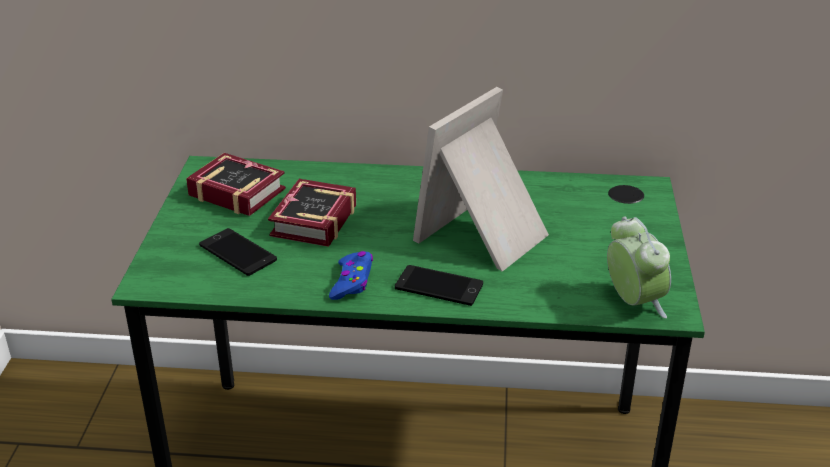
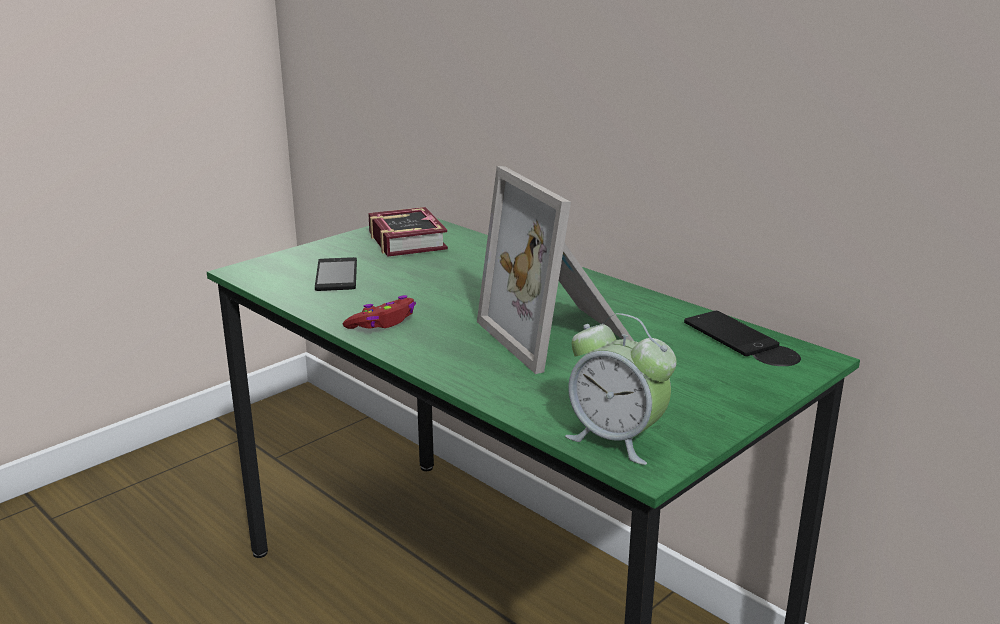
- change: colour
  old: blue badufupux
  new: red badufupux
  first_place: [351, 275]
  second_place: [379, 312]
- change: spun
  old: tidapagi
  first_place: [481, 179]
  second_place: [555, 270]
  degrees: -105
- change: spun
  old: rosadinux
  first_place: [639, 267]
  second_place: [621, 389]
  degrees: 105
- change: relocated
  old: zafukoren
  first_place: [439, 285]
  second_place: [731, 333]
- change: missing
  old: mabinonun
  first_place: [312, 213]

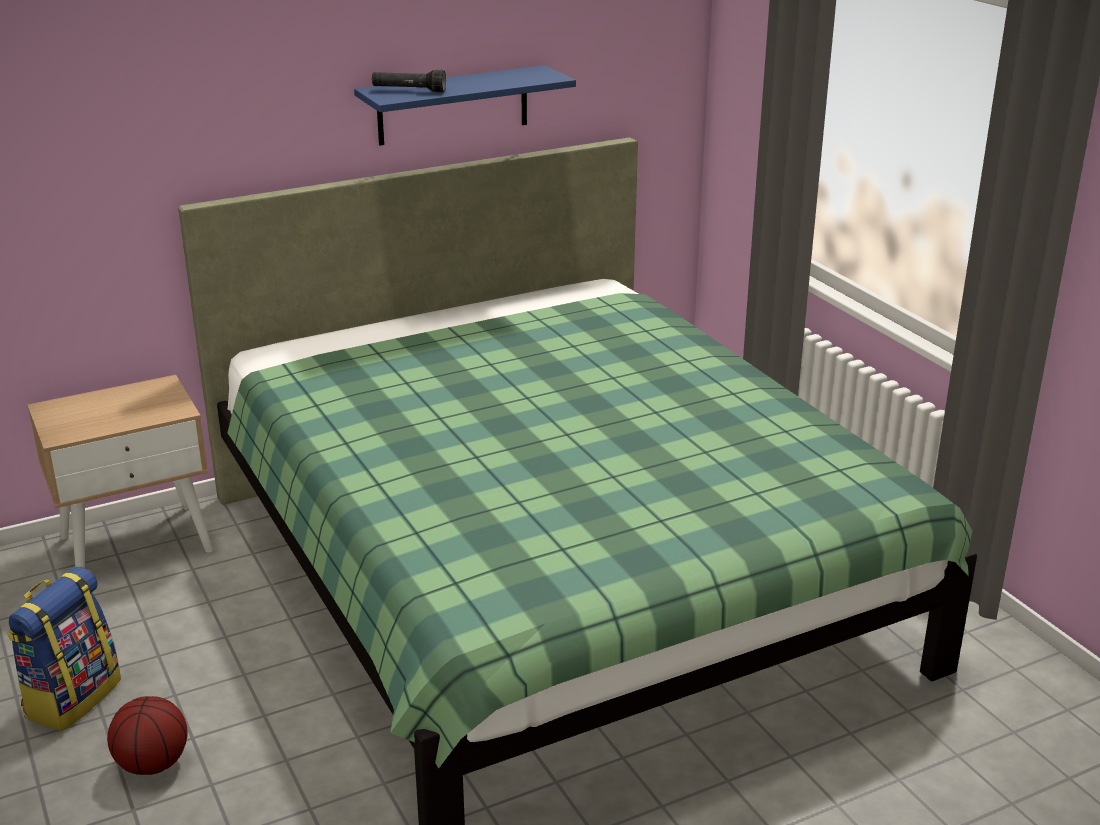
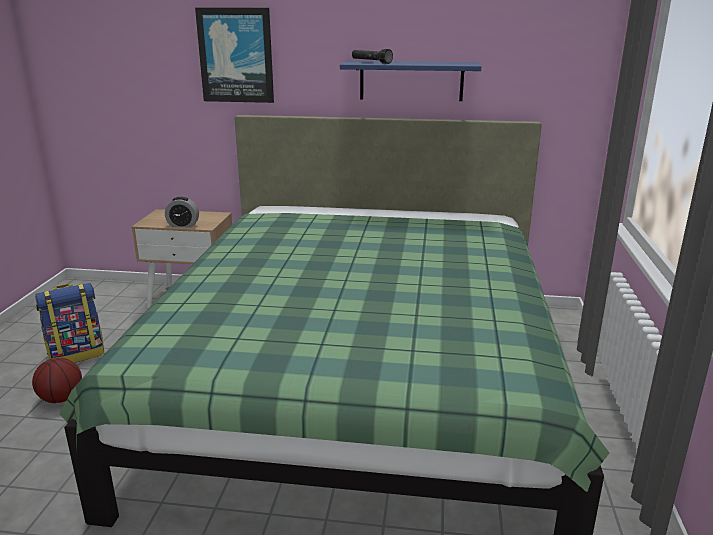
- change: appeared
  new: rosadinux
  second_place: [182, 212]
- change: appeared
  new: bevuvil
  second_place: [234, 55]

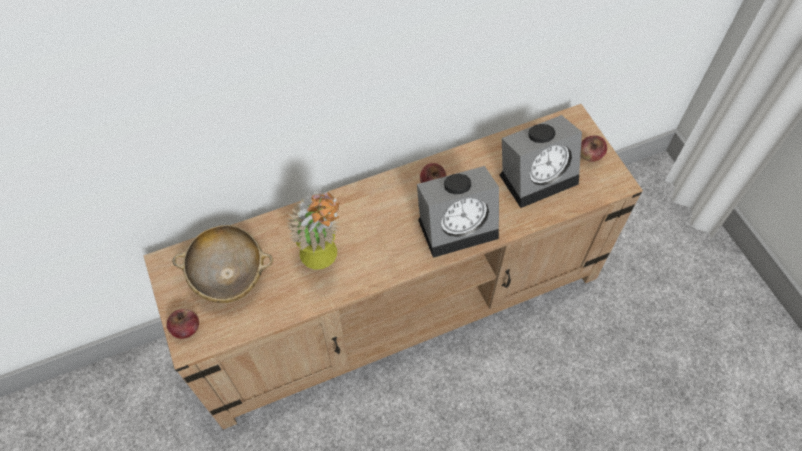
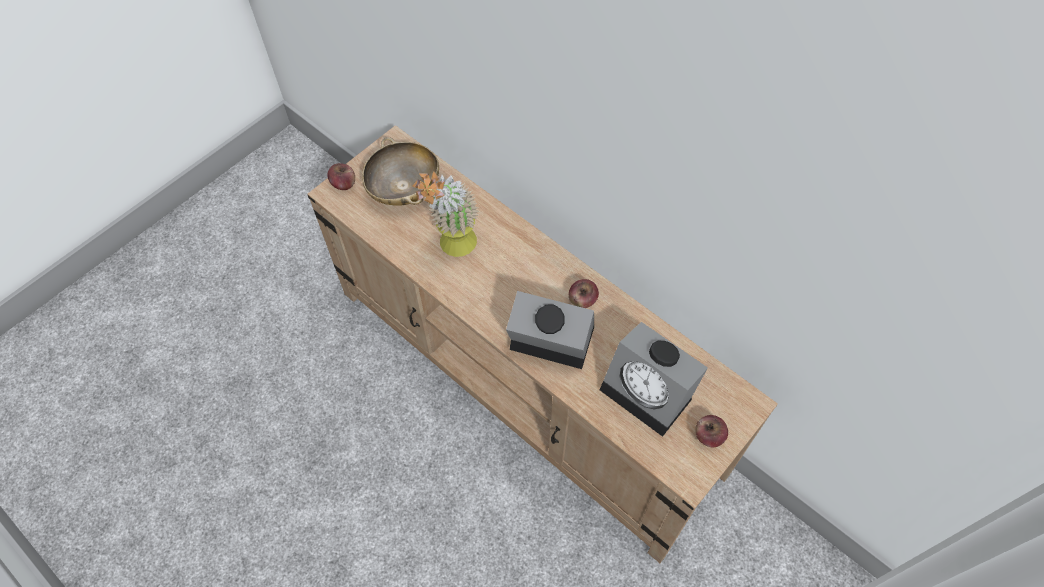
- change: spun
  old: rosadinux
  first_place: [458, 212]
  second_place: [550, 330]
  degrees: 150

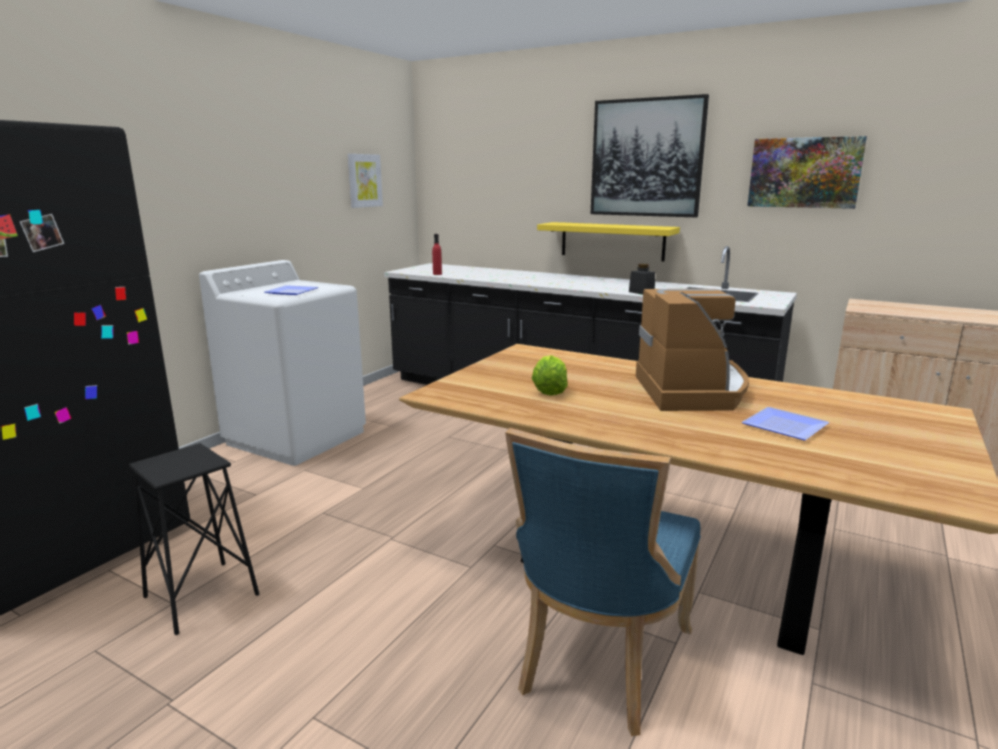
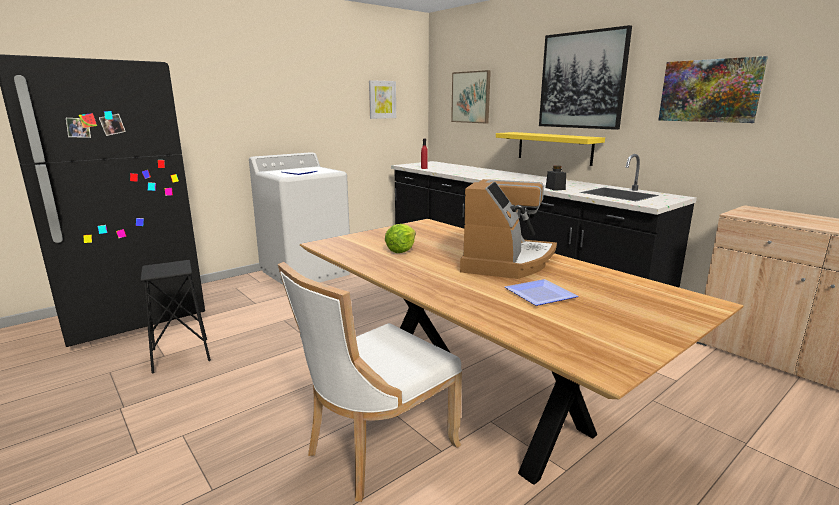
- change: colour
  old: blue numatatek
  new: white numatatek
  first_place: [603, 582]
  second_place: [370, 382]
- change: appeared
  new: bevuvil
  second_place: [471, 96]

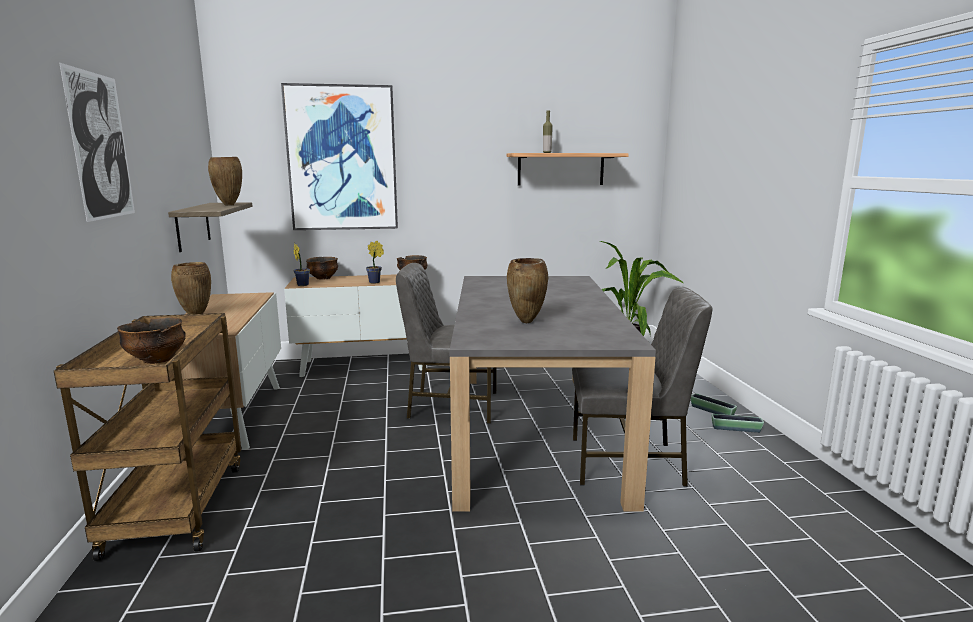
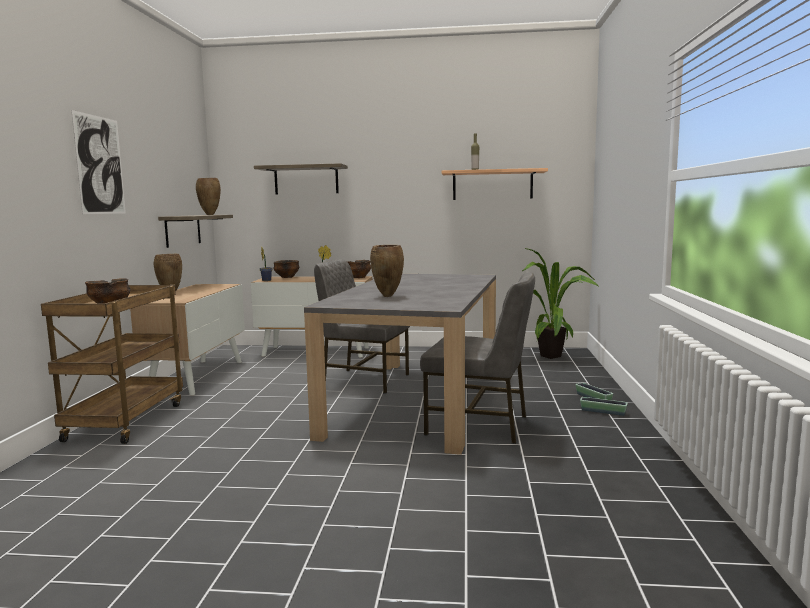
- change: exchanged
  old: bevuvil
  new: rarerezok
  first_place: [339, 156]
  second_place: [301, 178]

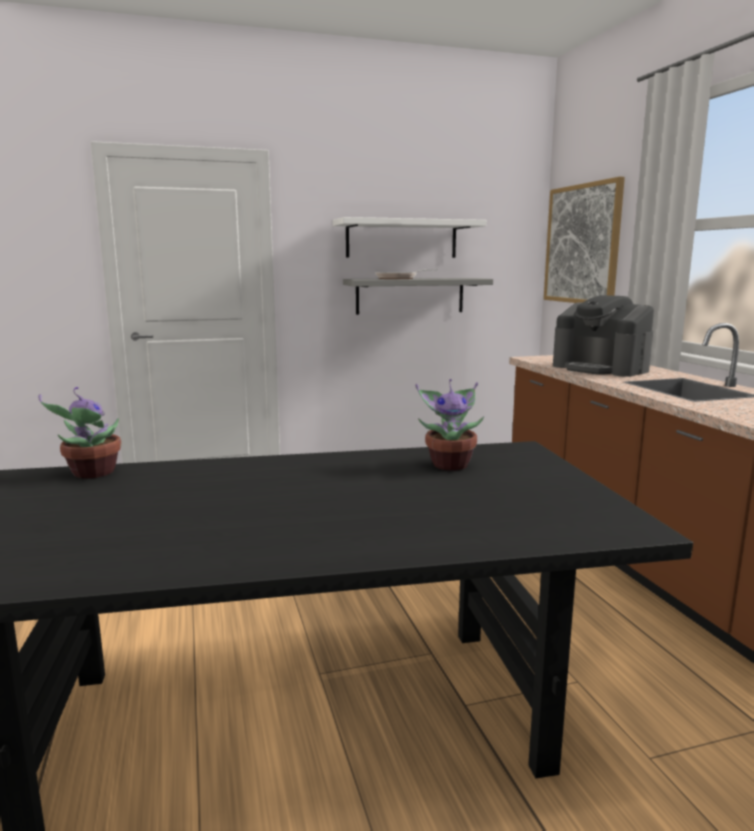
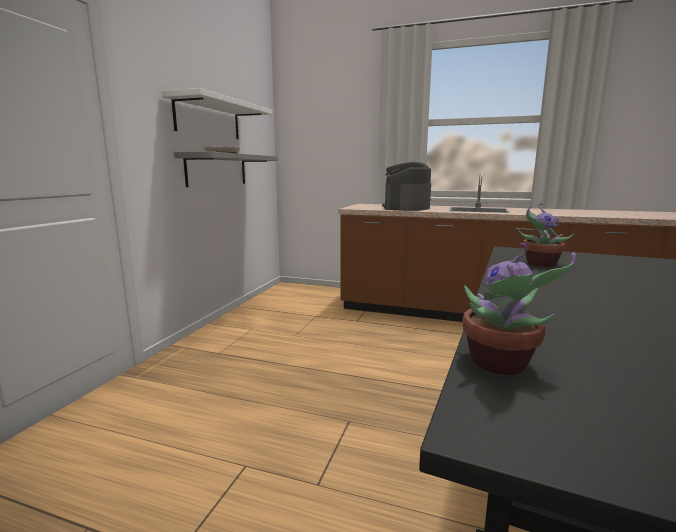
- change: spun
  old: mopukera
  first_place: [603, 336]
  second_place: [406, 186]
  degrees: 120
- change: missing
  old: bevuvil
  first_place: [584, 240]

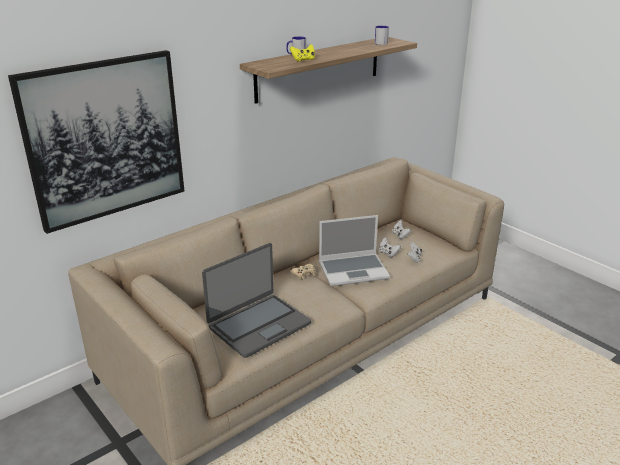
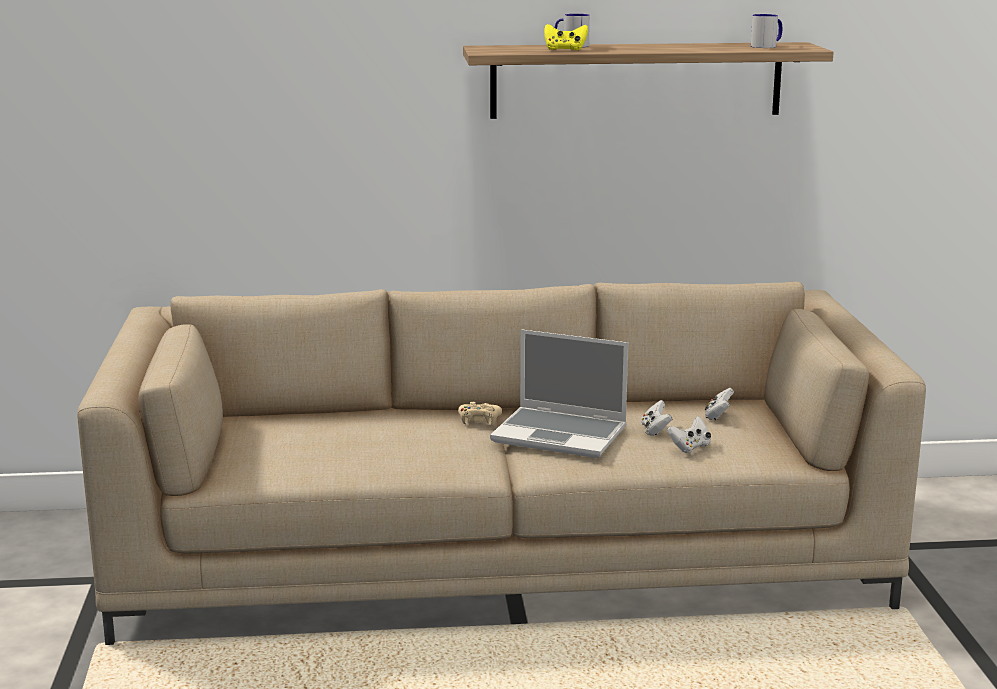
- change: missing
  old: bevuvil
  first_place: [96, 142]
- change: missing
  old: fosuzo
  first_place: [256, 300]

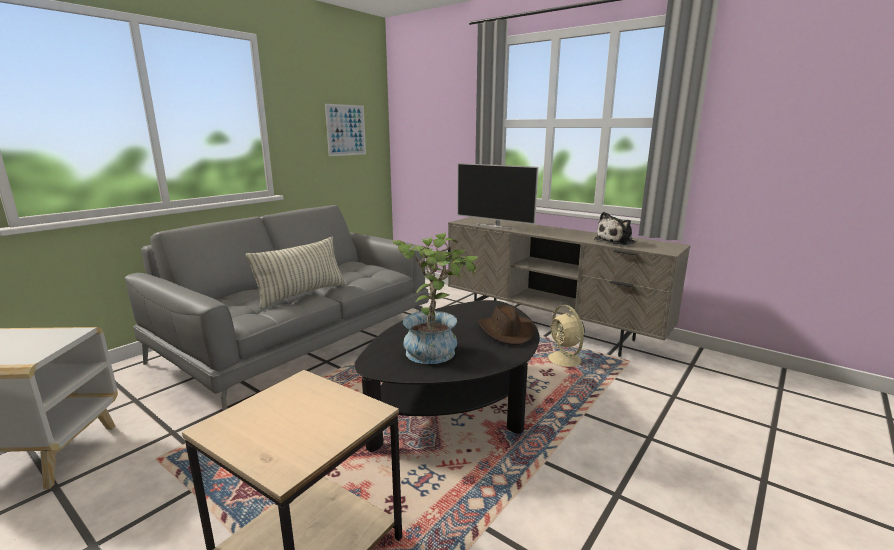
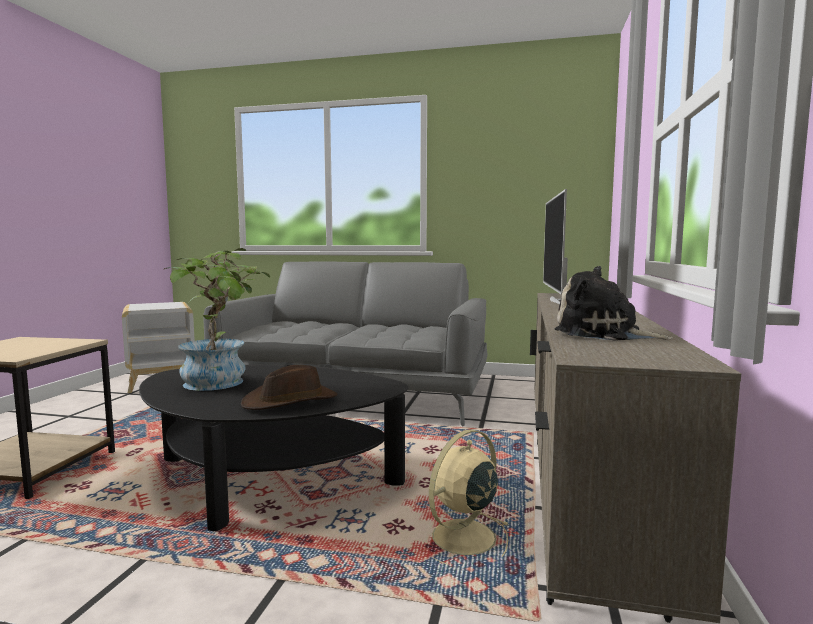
- change: missing
  old: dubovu
  first_place: [296, 273]
- change: missing
  old: bevuvil
  first_place: [345, 130]

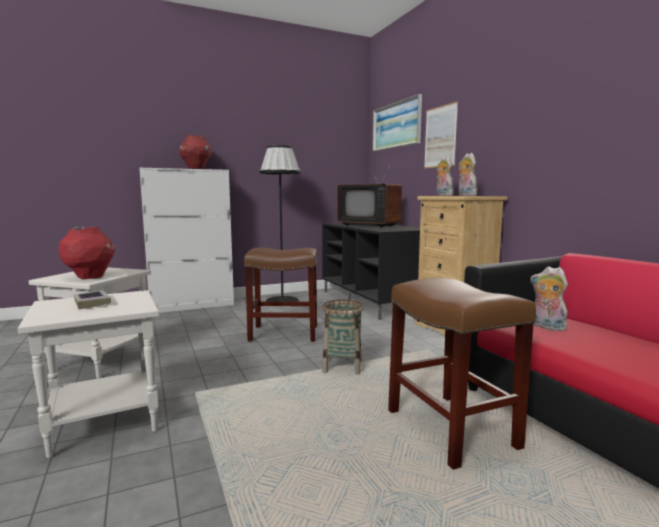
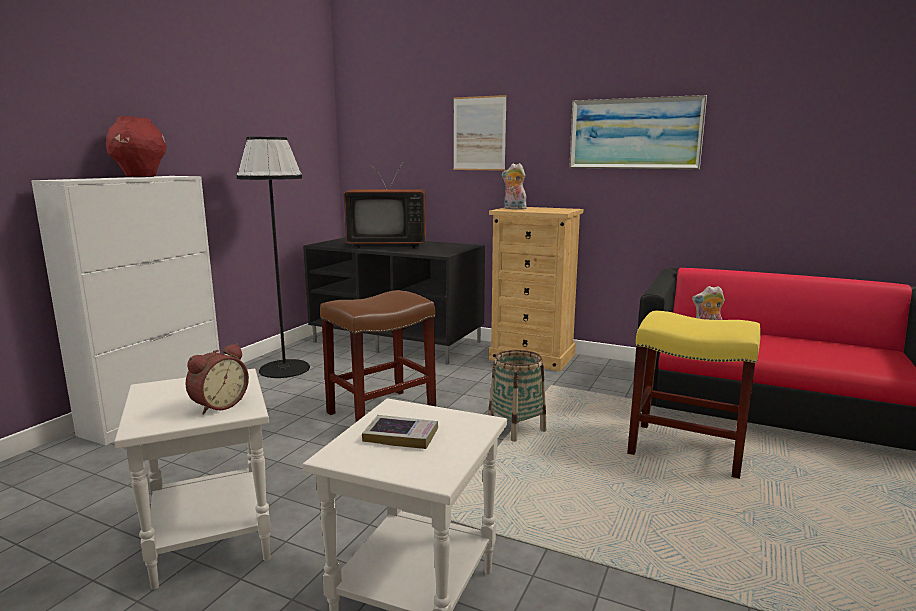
- change: exchanged
  old: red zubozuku
  new: rosadinux
  first_place: [87, 253]
  second_place: [217, 379]
- change: relocated
  old: bevuvil
  first_place: [397, 123]
  second_place: [638, 132]
- change: colour
  old: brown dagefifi
  new: yellow dagefifi
  first_place: [462, 374]
  second_place: [694, 395]
- change: missing
  old: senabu
  first_place: [468, 174]

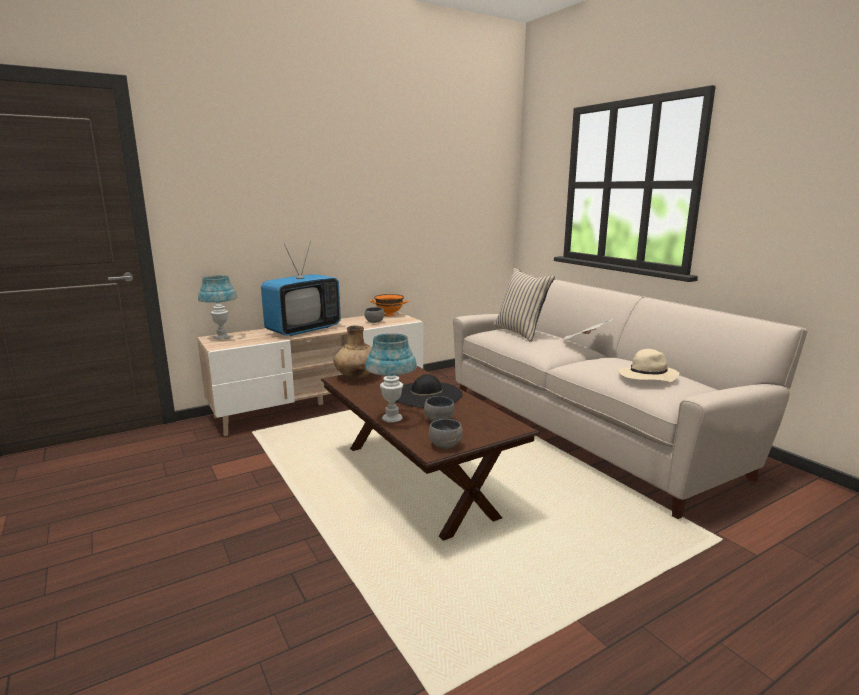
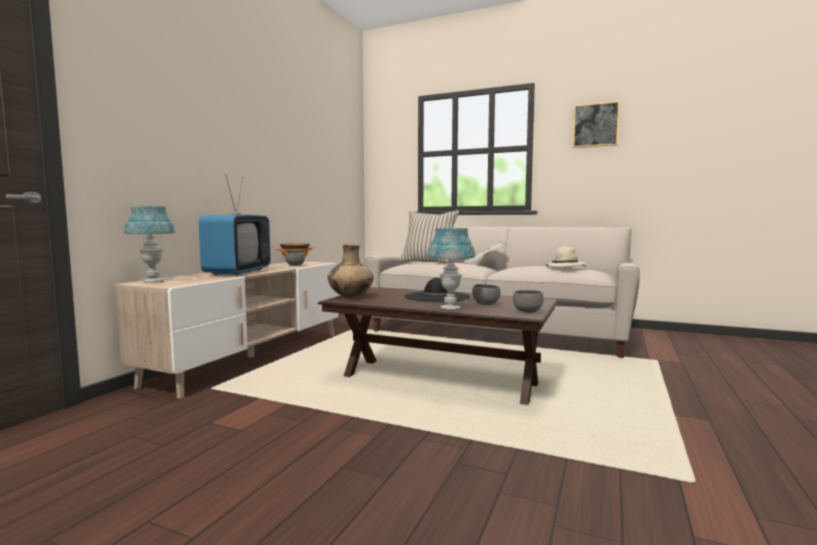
- change: appeared
  new: bevuvil
  second_place: [596, 124]

